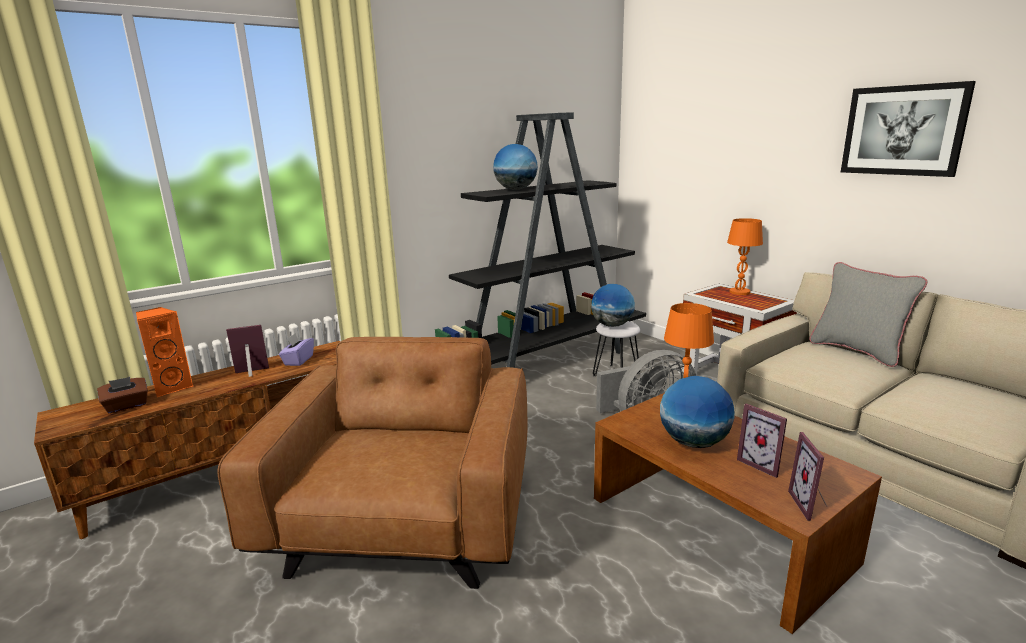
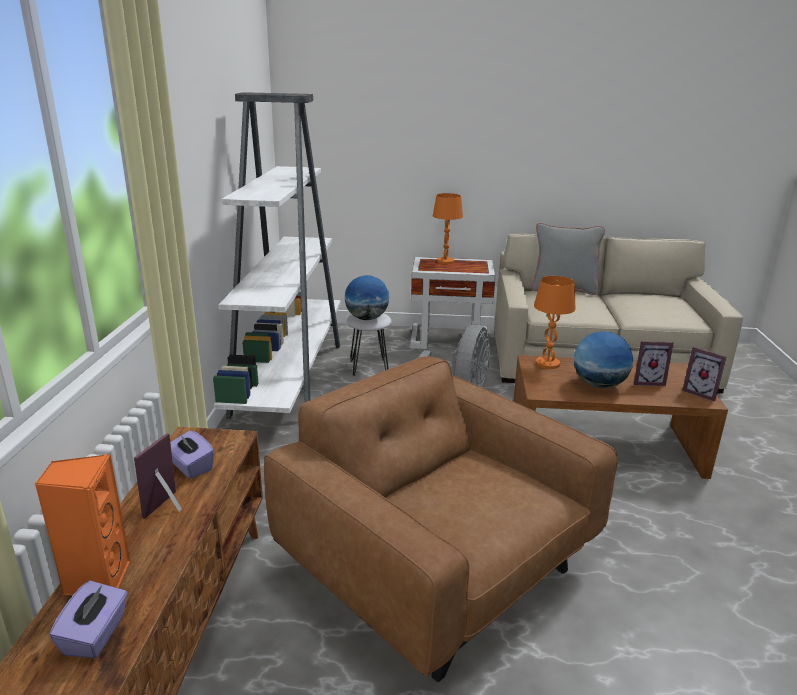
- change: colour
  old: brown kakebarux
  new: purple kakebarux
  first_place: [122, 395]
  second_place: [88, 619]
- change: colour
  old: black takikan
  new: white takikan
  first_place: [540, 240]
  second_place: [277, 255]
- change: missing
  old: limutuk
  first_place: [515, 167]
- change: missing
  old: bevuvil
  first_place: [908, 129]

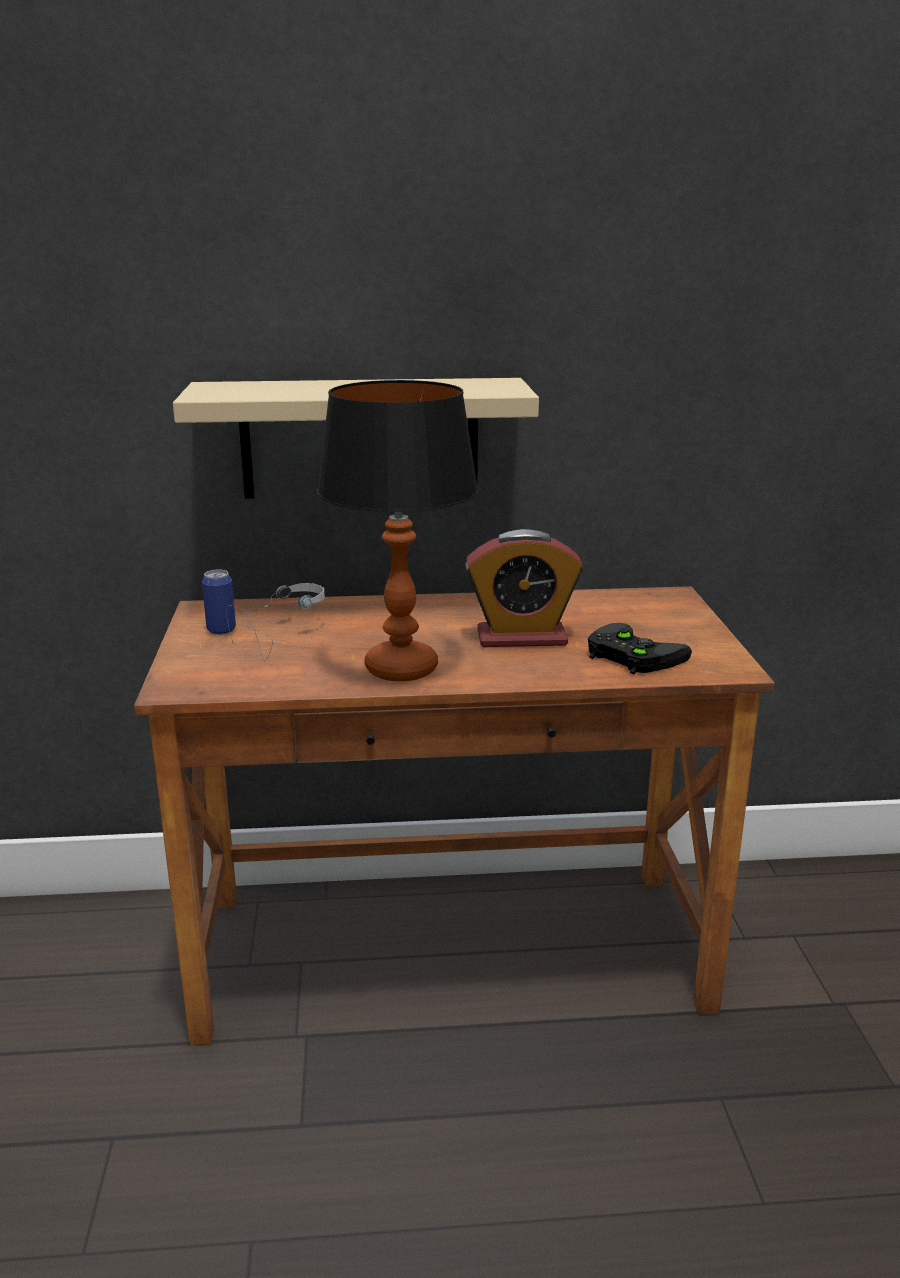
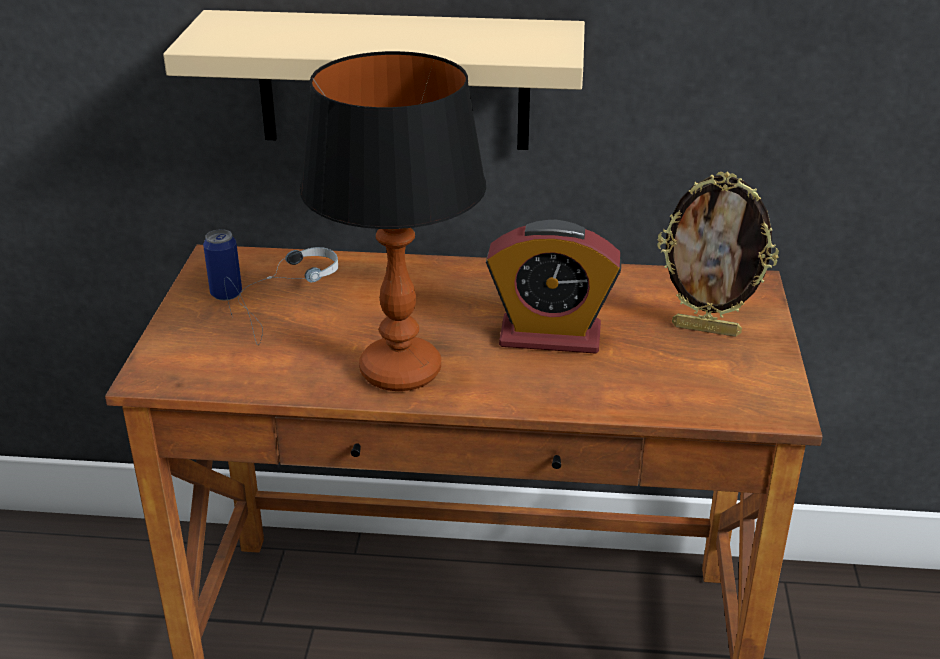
- change: appeared
  new: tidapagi
  second_place: [718, 254]
- change: missing
  old: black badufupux
  first_place: [640, 648]

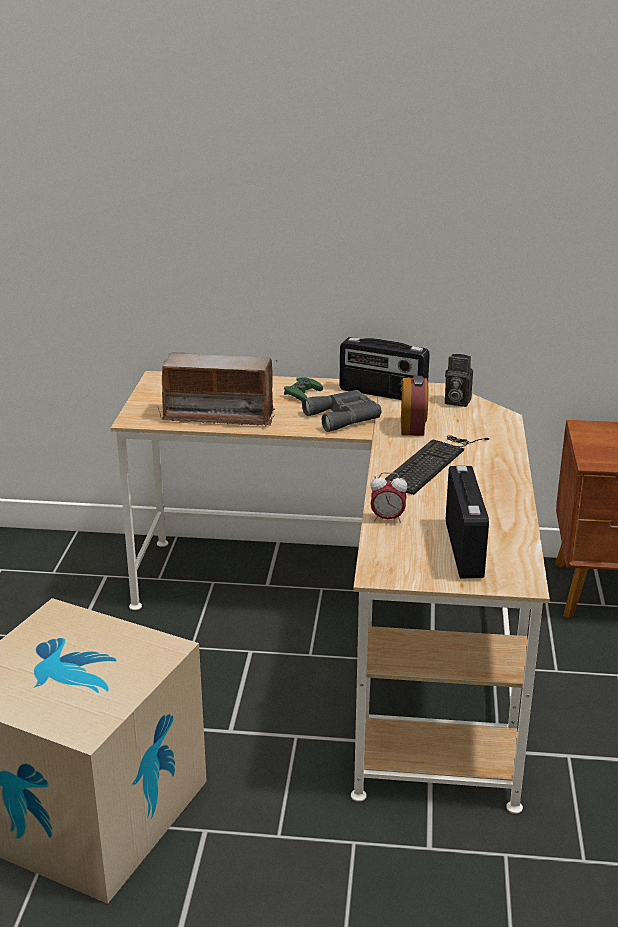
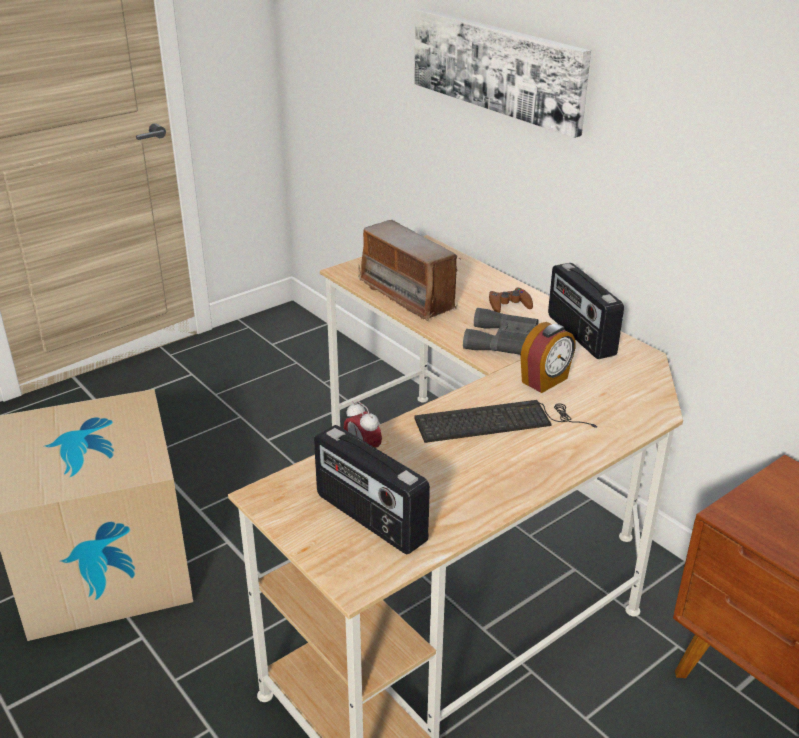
- change: spun
  old: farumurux
  first_place: [467, 521]
  second_place: [372, 489]
  degrees: 90
- change: appeared
  new: bevuvil
  second_place: [502, 73]
- change: colour
  old: green badufupux
  new: brown badufupux
  first_place: [303, 389]
  second_place: [511, 300]
- change: missing
  old: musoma
  first_place: [459, 380]

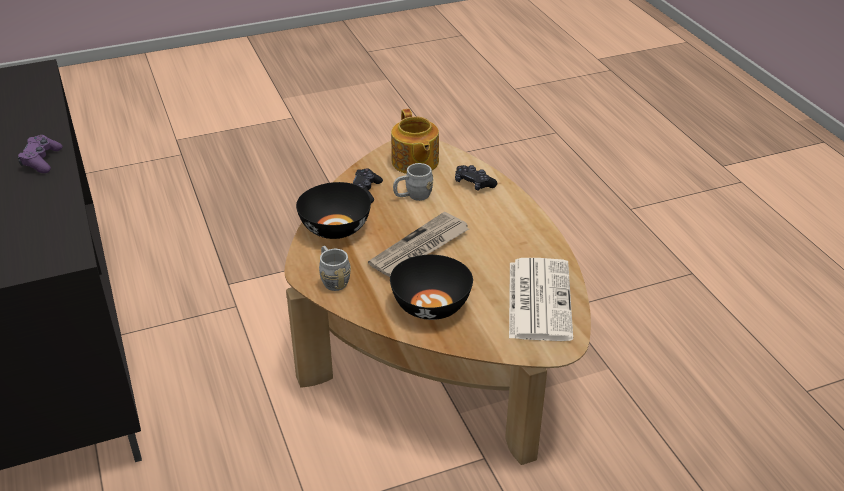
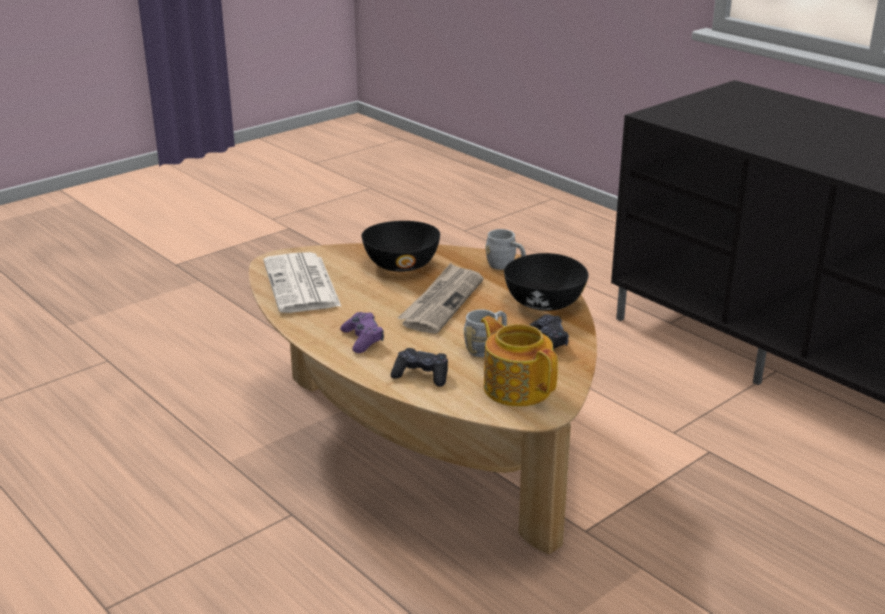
- change: relocated
  old: purple badufupux
  first_place: [40, 154]
  second_place: [362, 332]

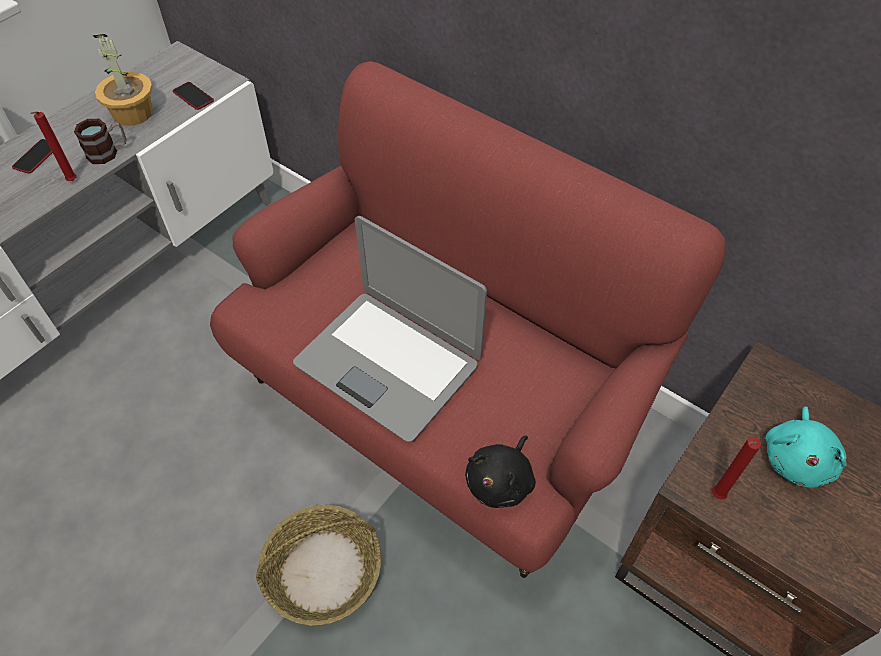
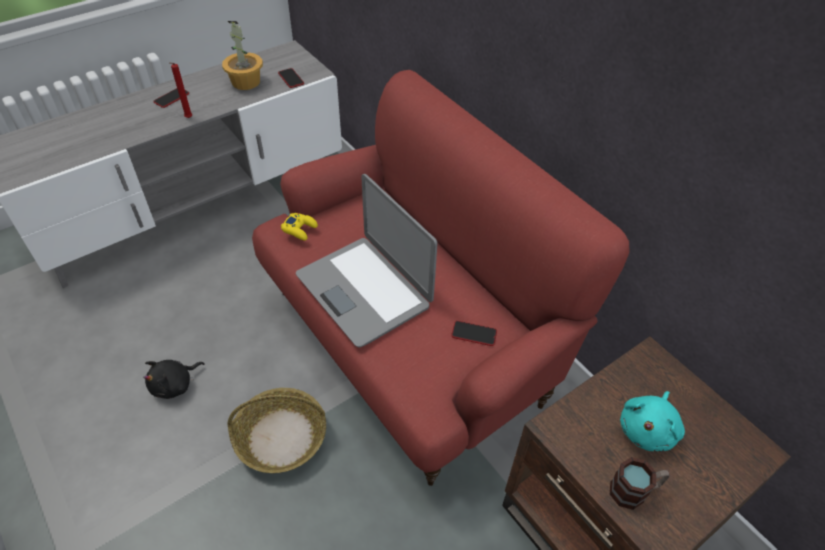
- change: relocated
  old: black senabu
  first_place: [500, 471]
  second_place: [174, 379]
- change: appeared
  new: yellow badufupux
  second_place: [299, 227]
- change: appeared
  new: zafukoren
  second_place: [474, 333]
- change: relocated
  old: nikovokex
  first_place: [100, 141]
  second_place: [640, 483]
- change: missing
  old: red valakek
  first_place: [736, 468]

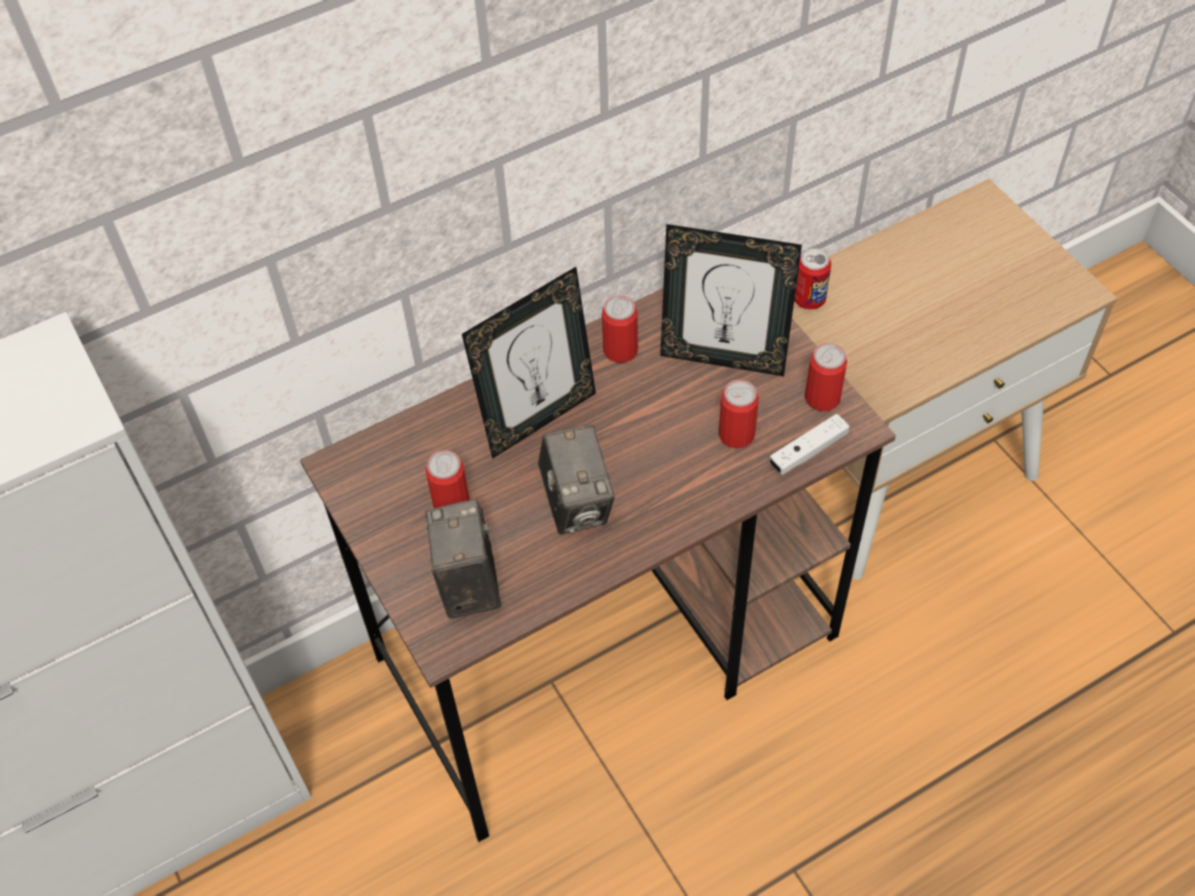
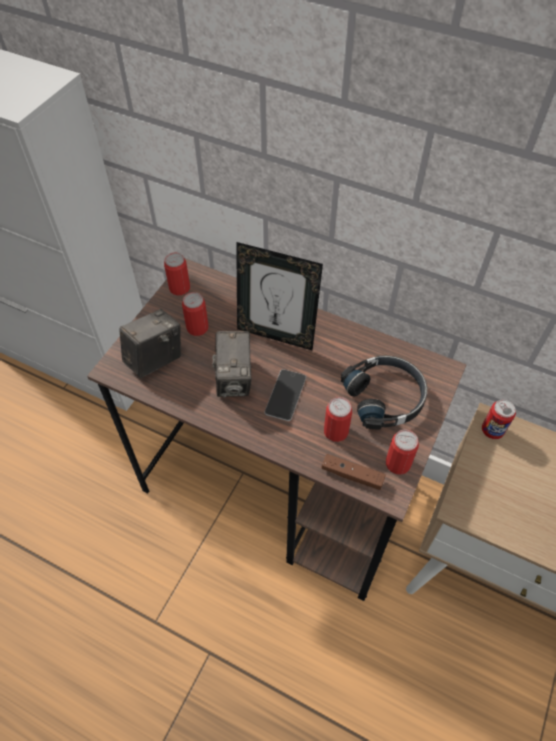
- change: relocated
  old: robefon
  first_place: [620, 329]
  second_place: [177, 274]
- change: spun
  old: musoma
  first_place: [576, 479]
  second_place: [232, 364]
  degrees: -45
- change: appeared
  new: zafukoren
  second_place: [285, 395]
- change: colour
  old: white badufupux
  new: brown badufupux
  first_place: [809, 444]
  second_place: [354, 472]
- change: exchanged
  old: tidapagi
  new: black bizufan
  first_place: [731, 300]
  second_place: [384, 392]

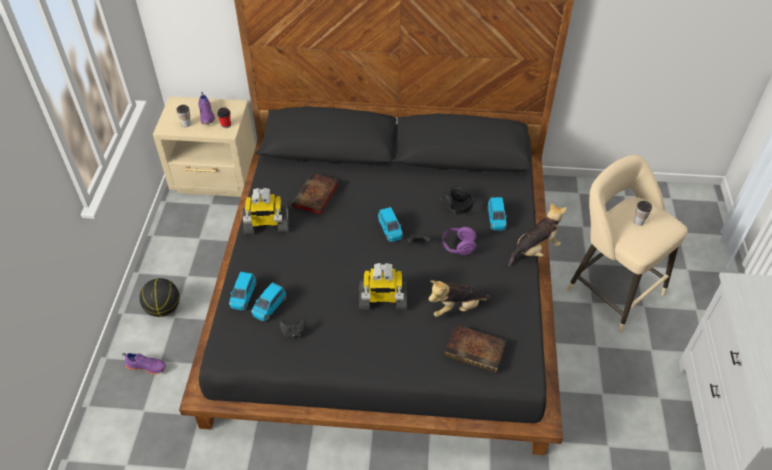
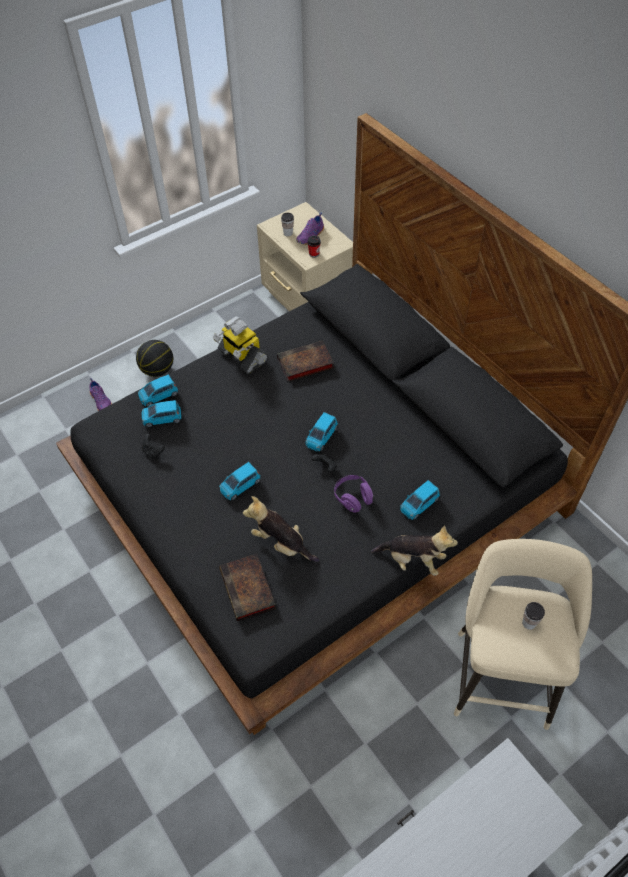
- change: exchanged
  old: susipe
  new: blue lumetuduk
  first_place: [383, 286]
  second_place: [239, 481]
- change: missing
  old: black bizufan
  first_place: [457, 200]

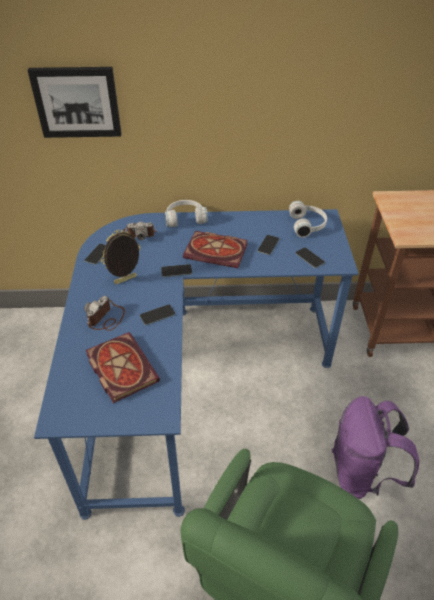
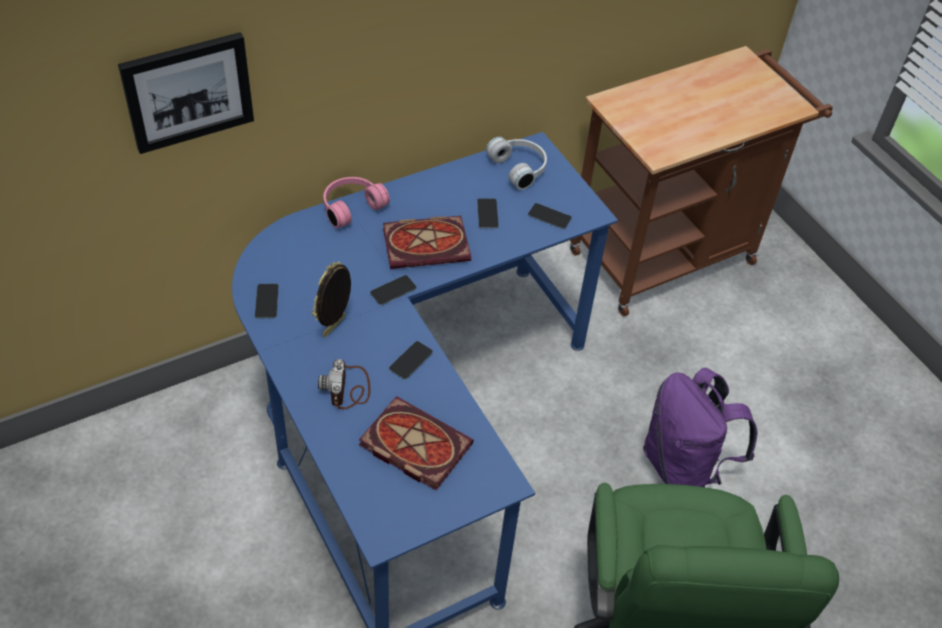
- change: colour
  old: white bizufan
  new: pink bizufan
  first_place: [186, 213]
  second_place: [356, 202]
- change: missing
  old: musoma
  first_place: [140, 230]

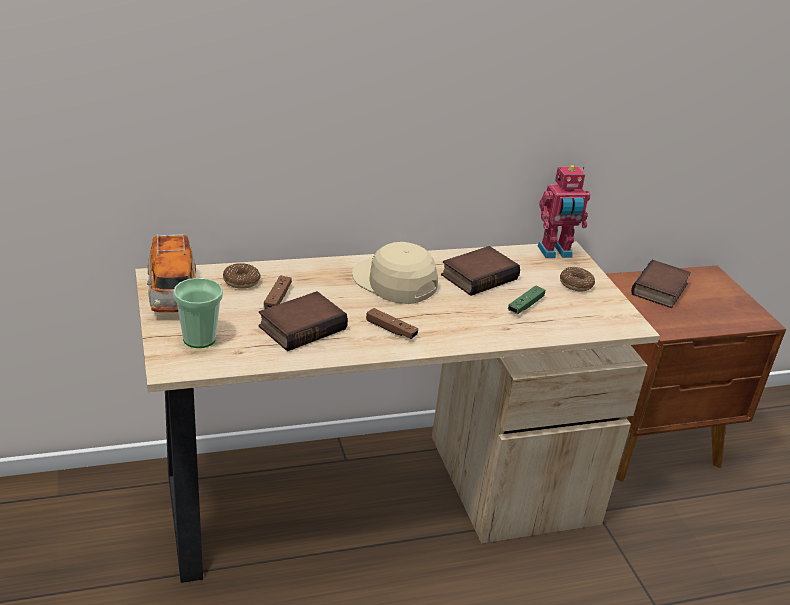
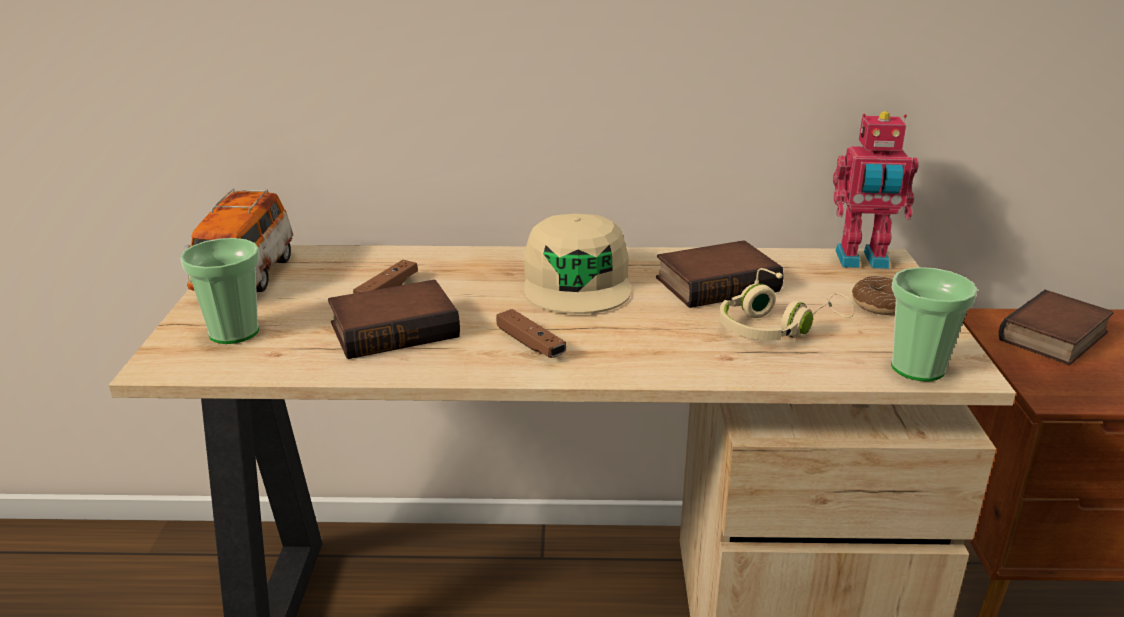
- change: spun
  old: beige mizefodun
  first_place: [395, 273]
  second_place: [577, 264]
  degrees: -150
- change: exchanged
  old: green badufupux
  new: beige bizufan
  first_place: [526, 300]
  second_place: [786, 304]
- change: appeared
  new: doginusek
  second_place: [934, 324]
- change: missing
  old: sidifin
  first_place: [242, 276]

